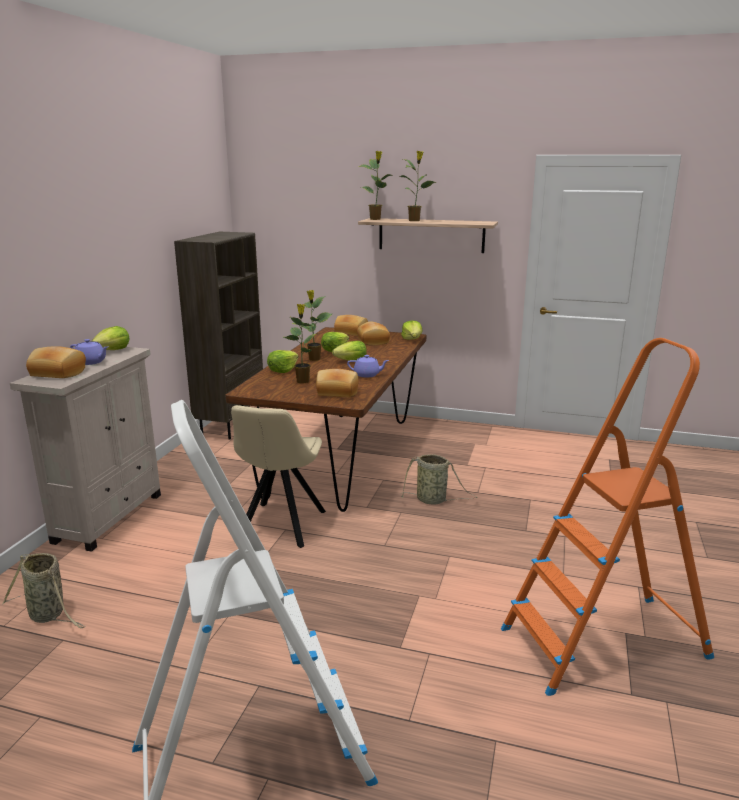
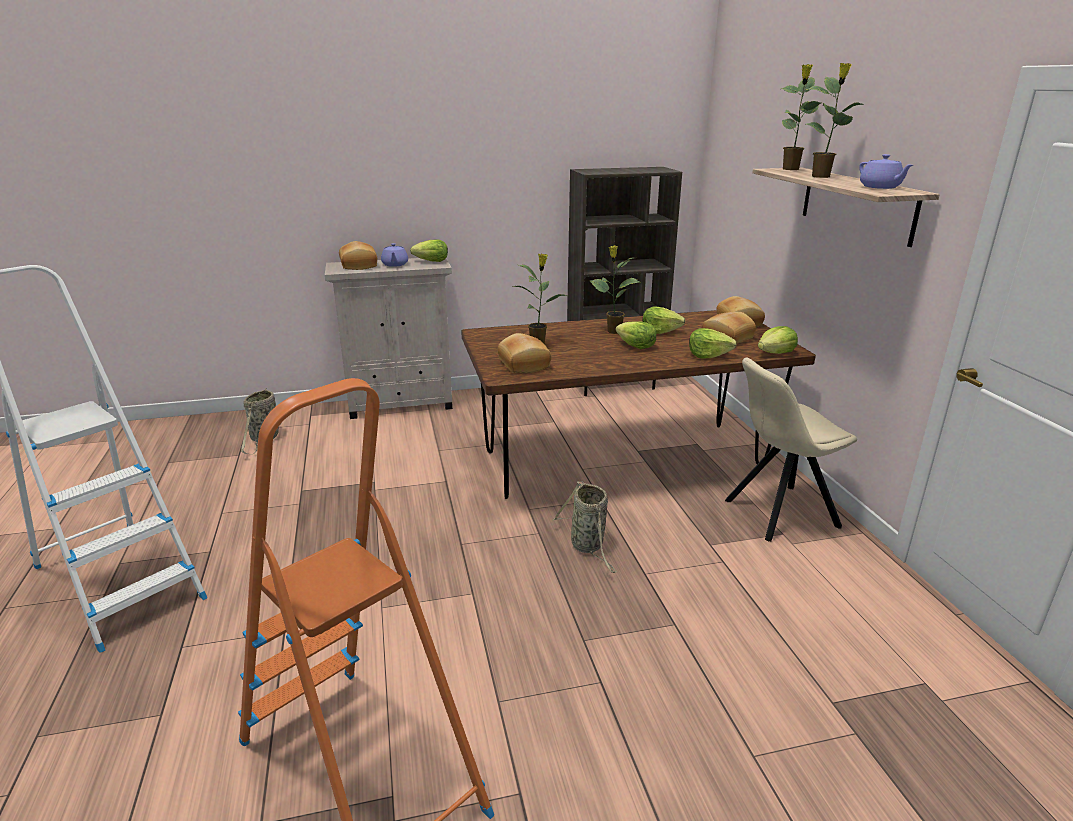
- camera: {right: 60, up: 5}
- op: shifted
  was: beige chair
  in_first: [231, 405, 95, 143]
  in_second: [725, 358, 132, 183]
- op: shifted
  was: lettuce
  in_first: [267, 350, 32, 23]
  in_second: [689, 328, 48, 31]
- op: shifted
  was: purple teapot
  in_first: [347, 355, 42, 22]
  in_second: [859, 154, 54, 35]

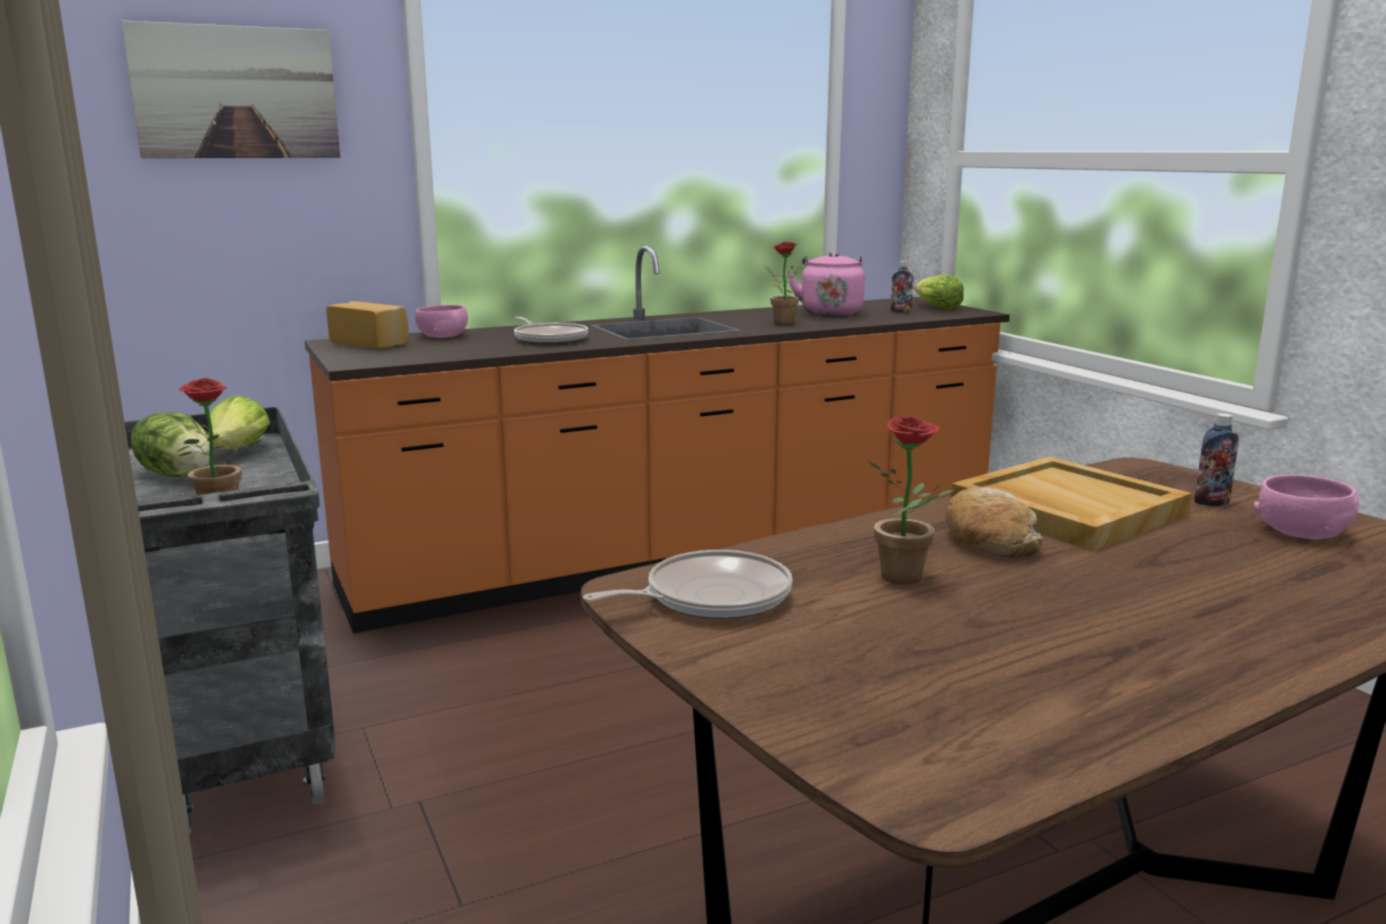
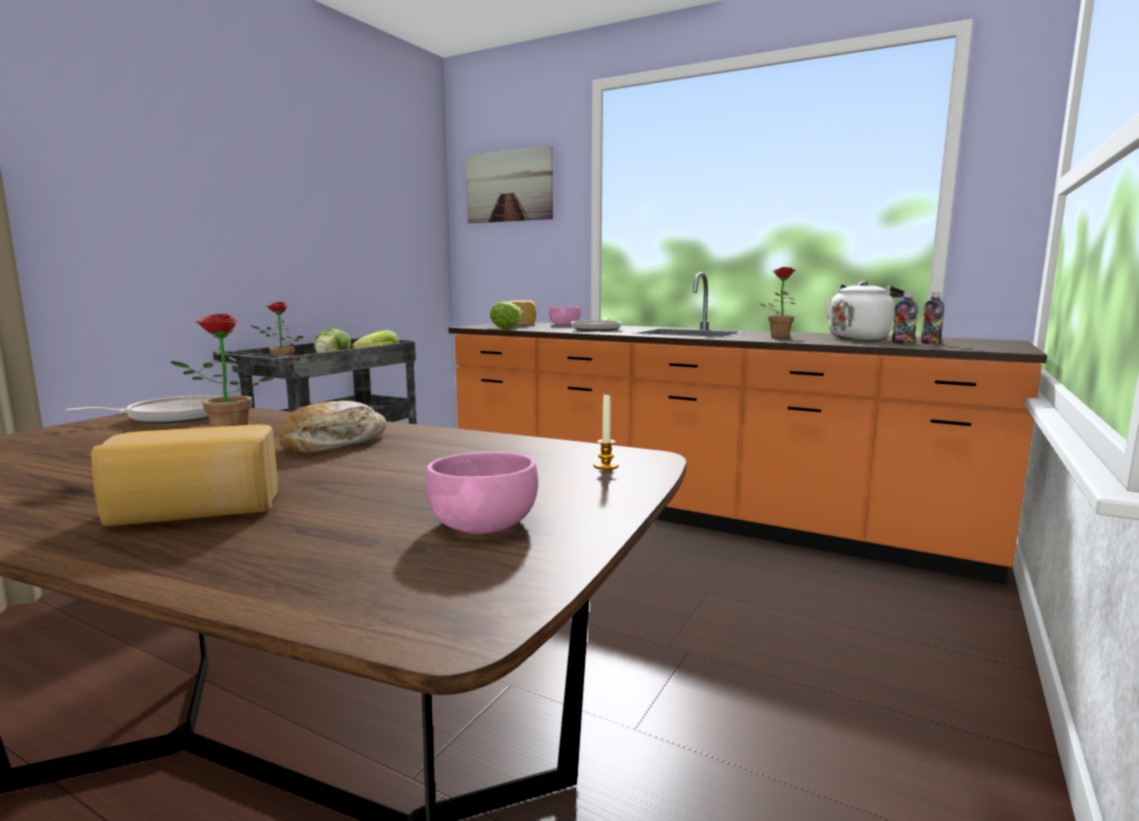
- camera: {right: 55, up: -5}
- op: gone
  was: beige tray
  in_first: [951, 456, 241, 95]
- op: new
  now: bread
  in_second: [91, 425, 187, 101]
- op: new
  now: candle
  in_second: [593, 394, 26, 76]
- op: shifted
  was: lettuce
  in_first: [914, 275, 50, 34]
  in_second: [490, 301, 34, 27]
- op: shifted
  was: bottle
  in_first: [1194, 413, 45, 93]
  in_second: [892, 292, 26, 52]
- op: repainted
  was: pink kettle
  now: white kettle
  in_first: [788, 251, 77, 65]
  in_second: [825, 281, 81, 59]
- op: rotated
  was: frying pan
  in_first: [583, 550, 210, 69]
  in_second: [66, 395, 156, 29]
  clockwise: -60

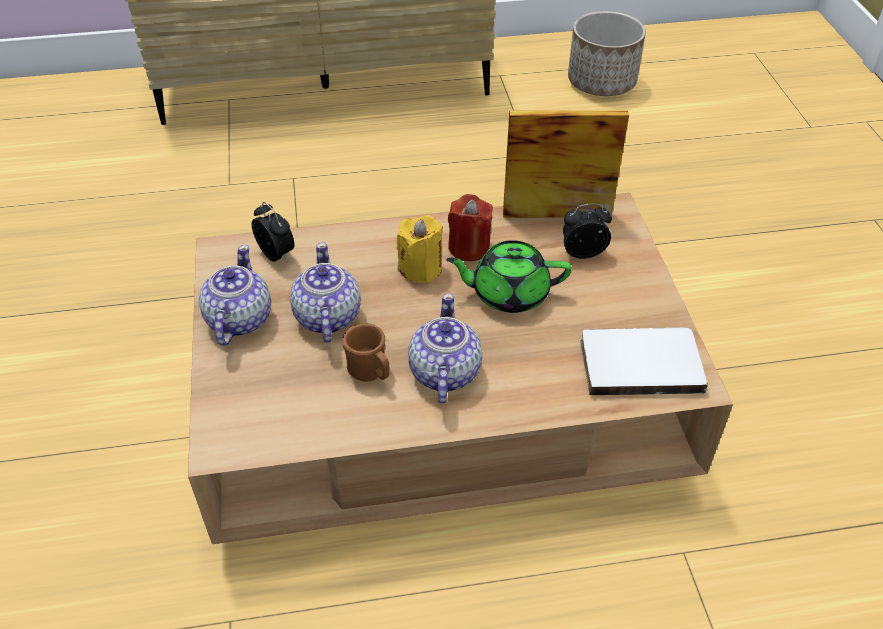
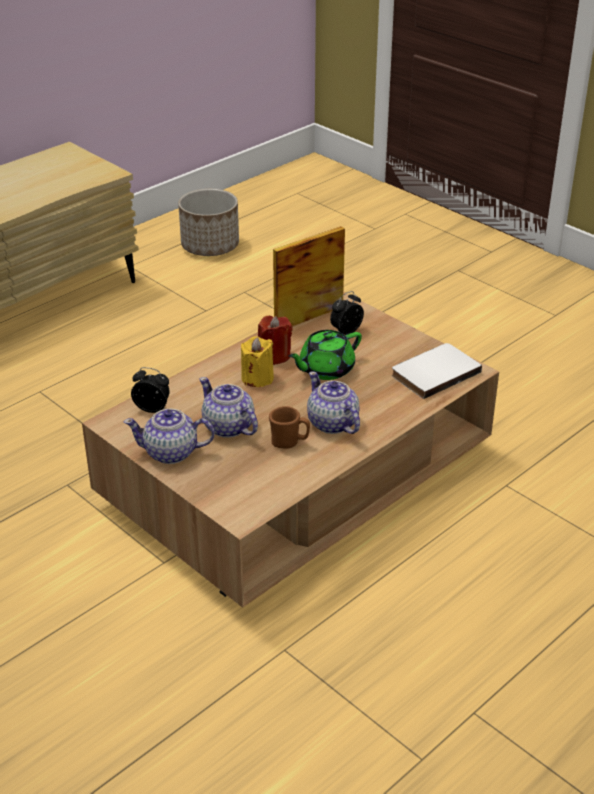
- camera: {right: -35, up: -10}
- op: rotated
  was: teapot
  in_first: [199, 245, 72, 101]
  in_second: [124, 409, 91, 55]
  clockwise: -60

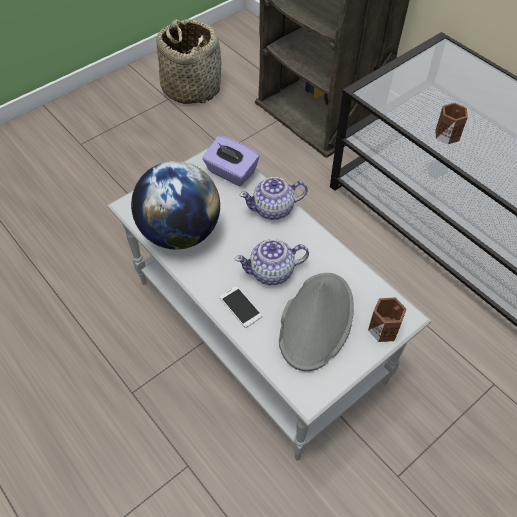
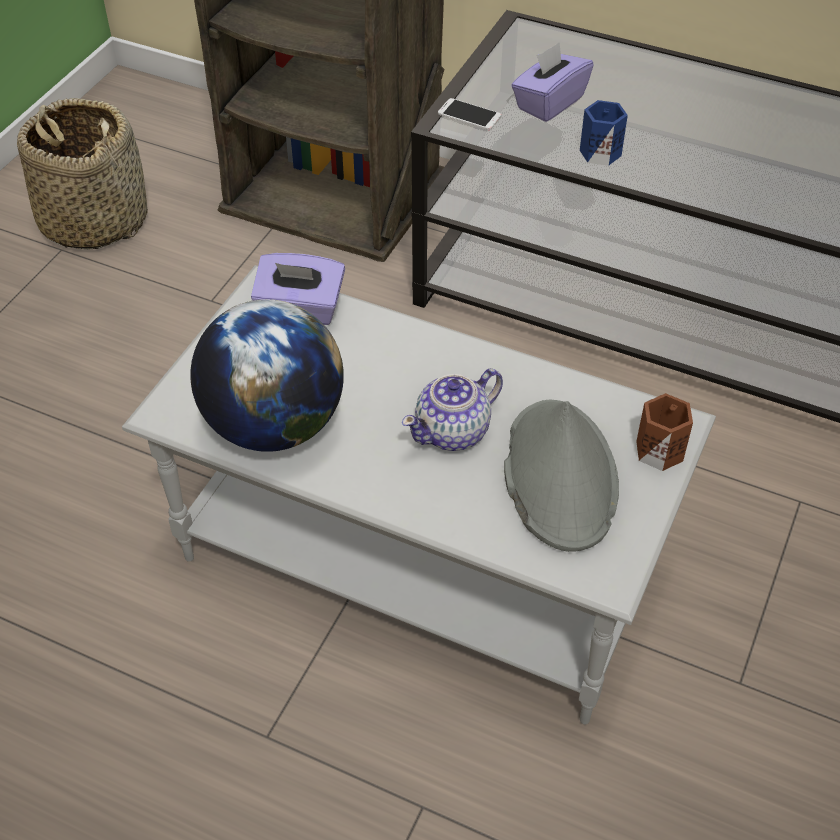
- camera: {right: -25, up: -5}
- op: gone
  was: teapot
  in_first: [239, 177, 69, 43]
- op: new
  now: purple tissue box
  in_second: [511, 42, 83, 80]
- op: shifted
  was: phone
  in_first: [220, 286, 42, 42]
  in_second: [438, 98, 64, 32]
- op: repainted
  was: brown mug
  now: blue mug
  in_first: [436, 103, 32, 41]
  in_second: [580, 100, 48, 66]

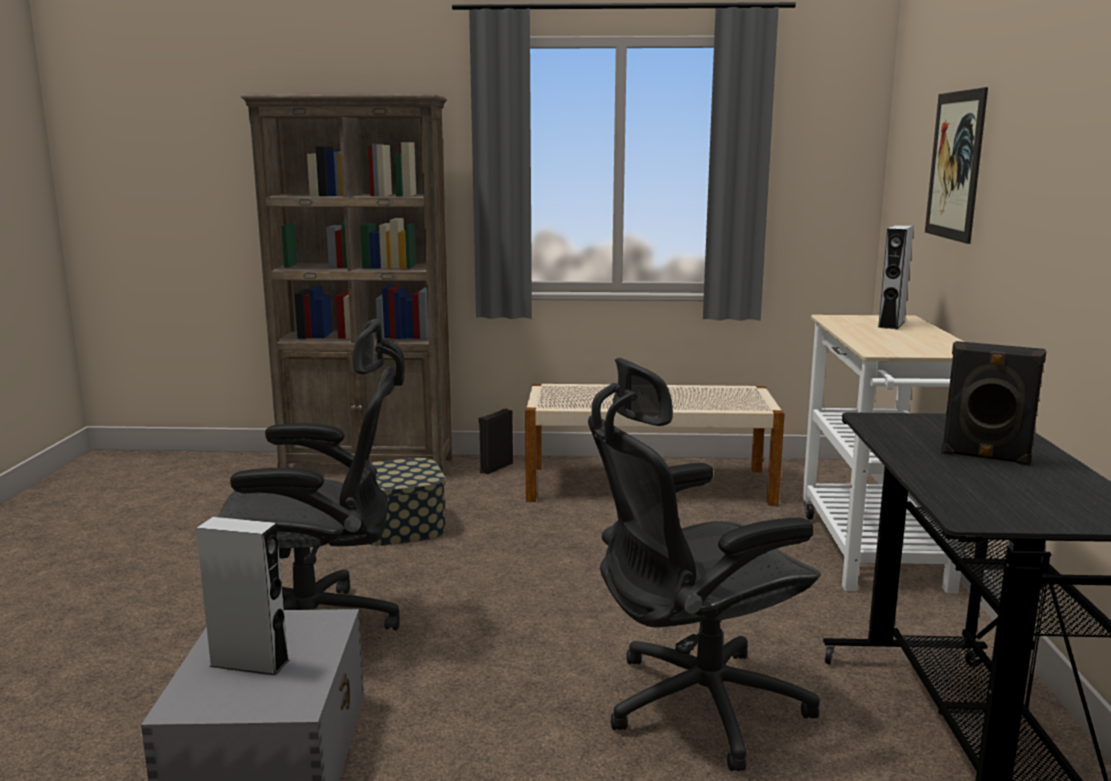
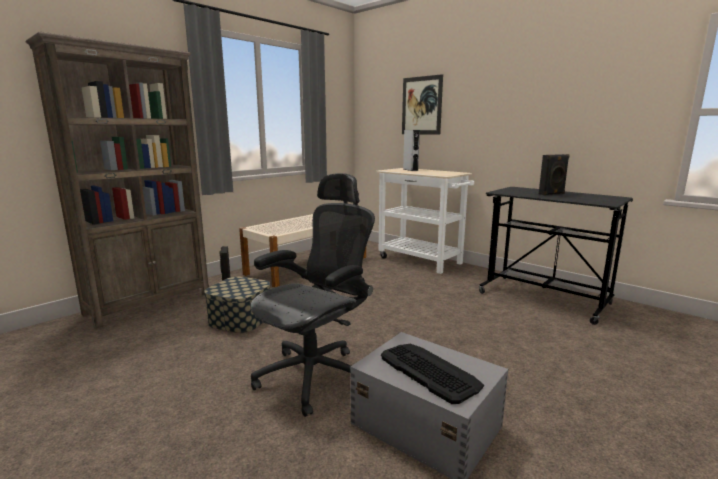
- camera: {right: -50, up: 0}
- op: gone
  was: office chair
  in_first: [588, 358, 233, 413]
- op: swapped
  was: grey speaker
  now: keyboard
  in_first: [196, 517, 93, 158]
  in_second: [381, 344, 103, 60]

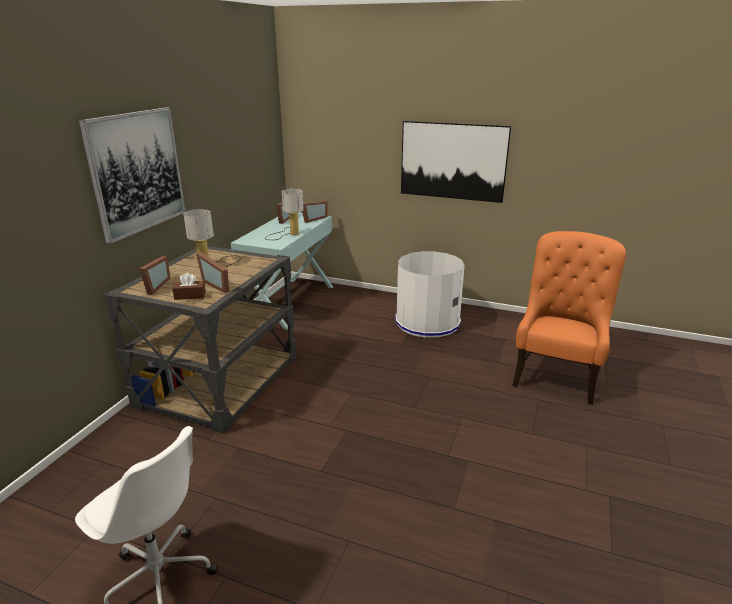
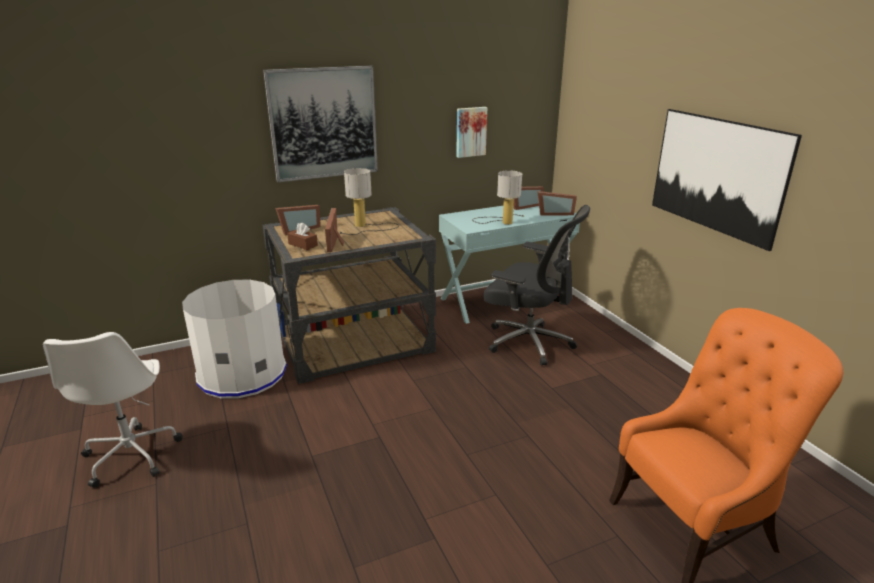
- camera: {right: 45, up: 0}
- op: new
  now: picture
  in_second: [456, 107, 31, 51]
- op: new
  now: office chair
  in_second: [484, 205, 106, 161]
- op: shifted
  was: white trash can
  in_first: [395, 251, 70, 87]
  in_second: [182, 280, 105, 119]

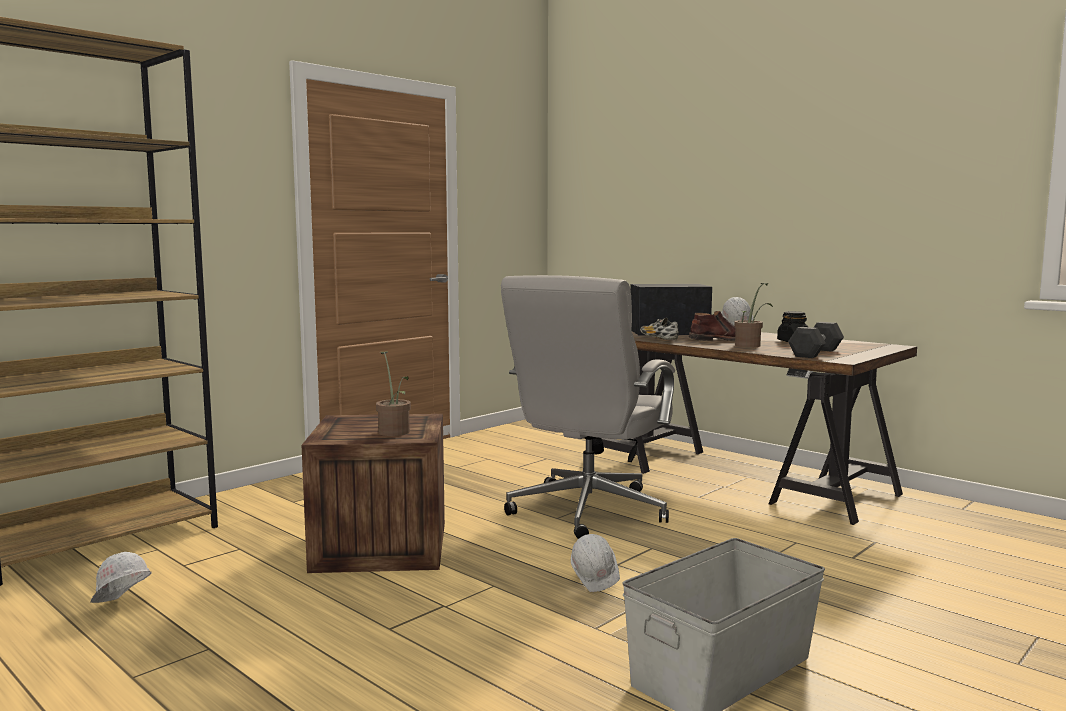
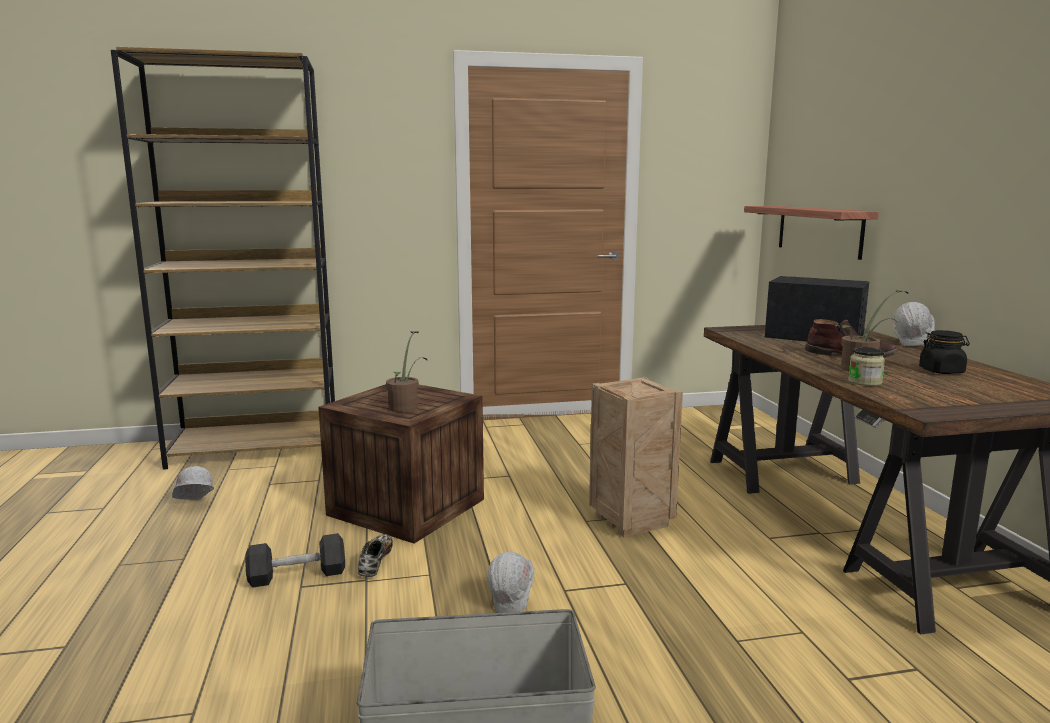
- camera: {right: 35, up: 5}
- op: new
  now: shelf
  in_second: [744, 206, 135, 54]
- op: new
  now: jar
  in_second: [848, 347, 37, 39]
- op: shifted
  was: shoe
  in_first: [640, 318, 39, 22]
  in_second: [358, 534, 35, 43]
- op: shifted
  was: black dumbbell
  in_first: [788, 322, 56, 36]
  in_second: [245, 533, 100, 55]
- op: swapped
  was: grey office chair
  now: crate
  in_first: [501, 275, 174, 264]
  in_second: [589, 377, 94, 160]

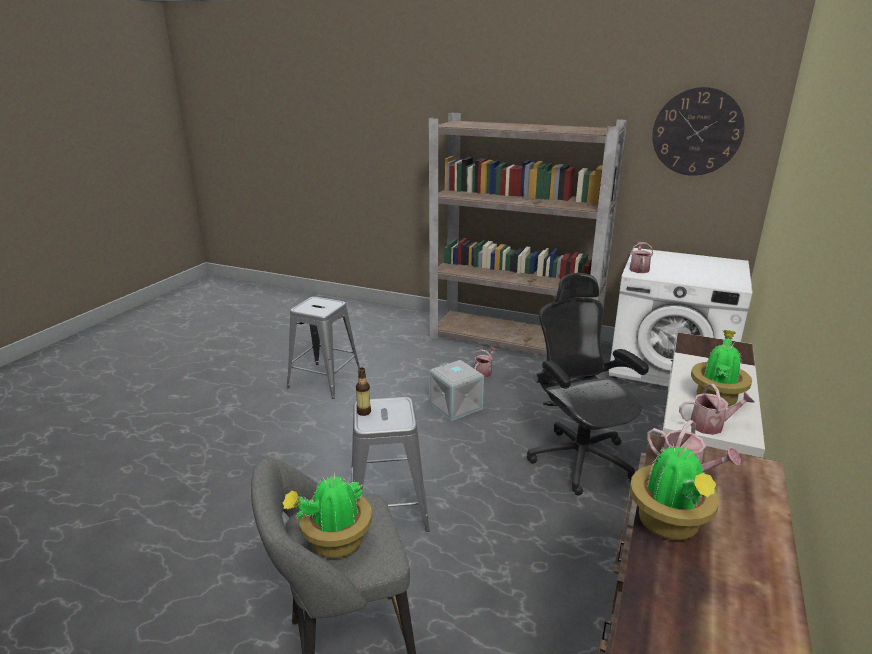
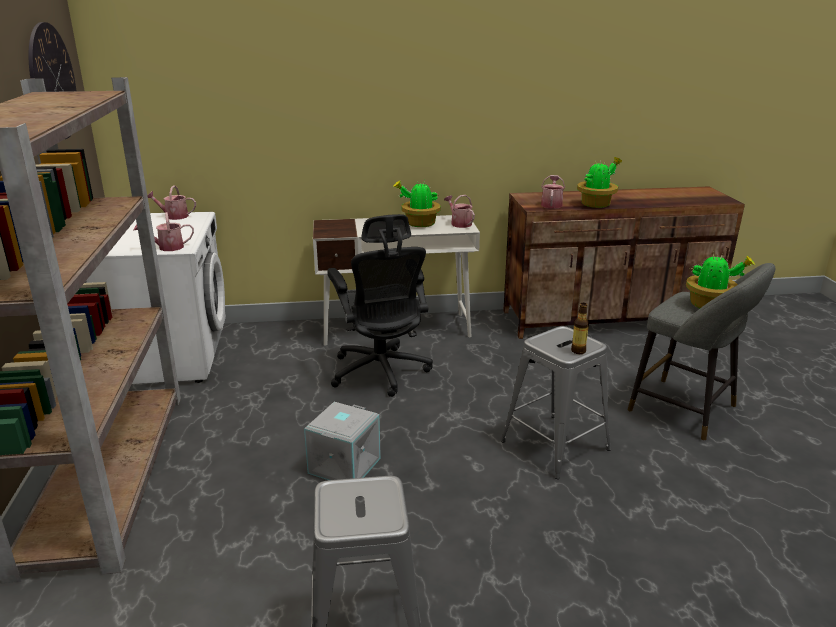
- camera: {right: -120, up: 0}
- op: shifted
  was: watering can
  in_first: [474, 347, 23, 31]
  in_second: [147, 185, 49, 35]
- op: rotated
  was: office chair
  in_first: [527, 273, 122, 222]
  in_second: [327, 214, 106, 183]
  clockwise: -60

